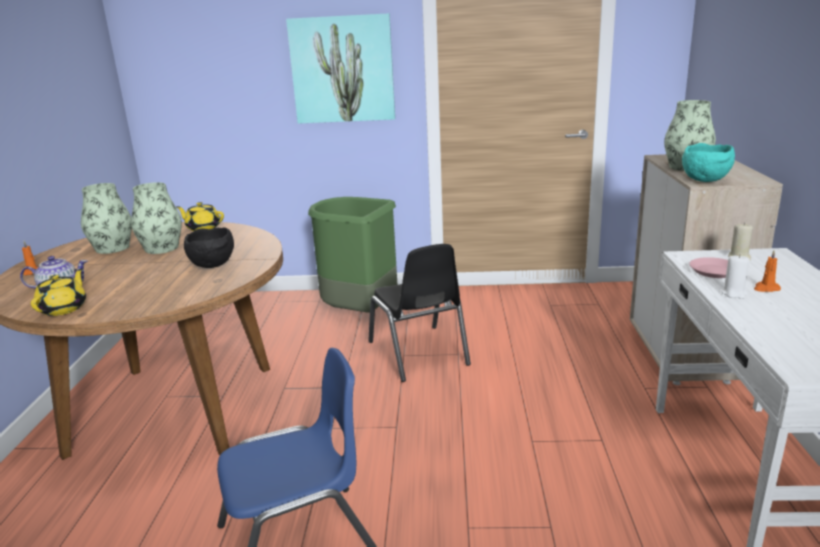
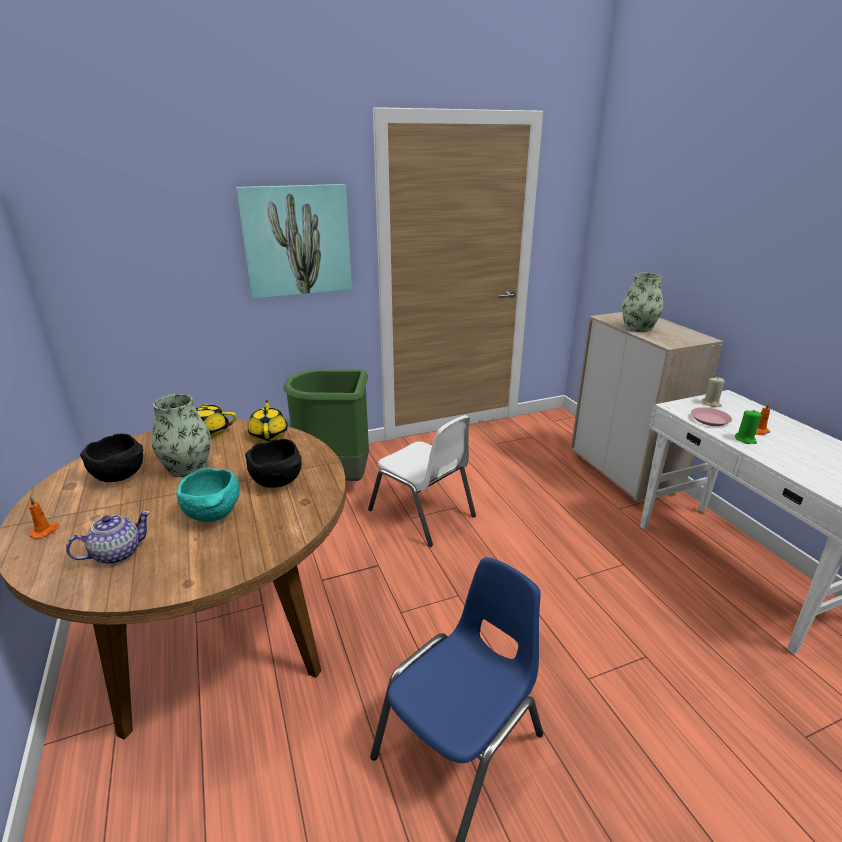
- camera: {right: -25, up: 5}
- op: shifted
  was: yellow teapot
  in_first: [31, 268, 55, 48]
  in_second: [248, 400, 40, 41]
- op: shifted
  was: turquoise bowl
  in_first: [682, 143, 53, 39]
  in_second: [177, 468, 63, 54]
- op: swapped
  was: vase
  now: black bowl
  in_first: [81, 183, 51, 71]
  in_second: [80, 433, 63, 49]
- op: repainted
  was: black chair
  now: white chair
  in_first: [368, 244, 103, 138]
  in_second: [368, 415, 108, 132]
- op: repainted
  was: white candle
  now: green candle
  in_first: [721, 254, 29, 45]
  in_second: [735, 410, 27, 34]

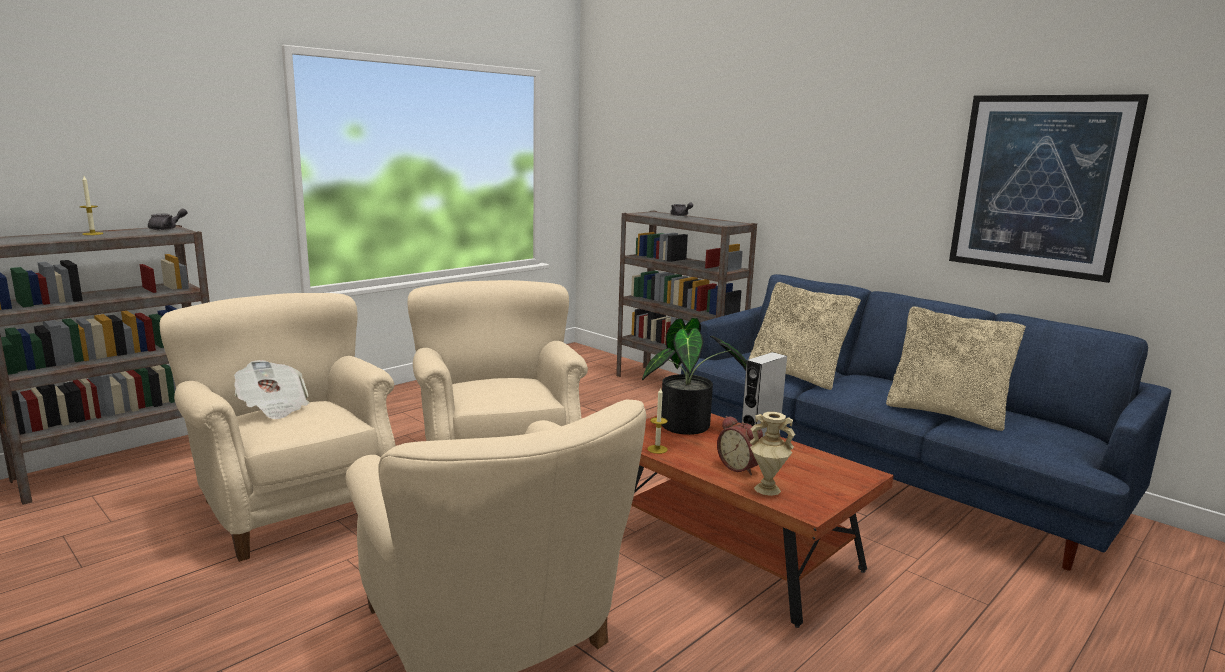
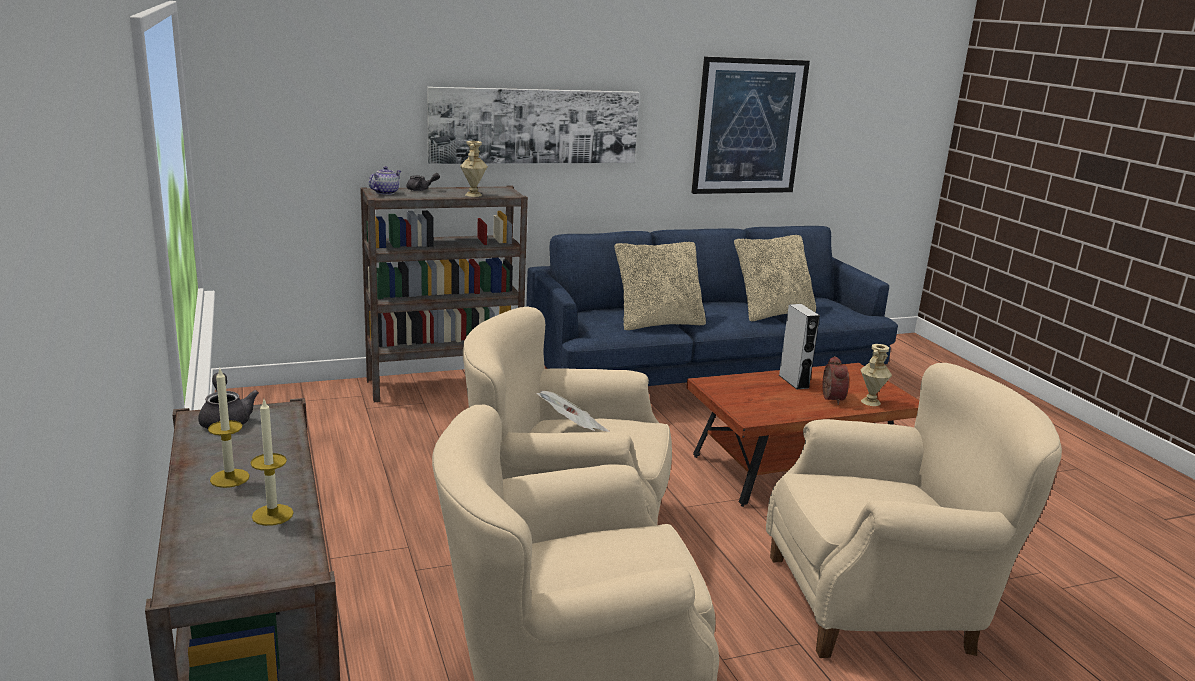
- camera: {right: -65, up: 5}
- op: gone
  was: potted plant
  in_first: [642, 318, 105, 117]
- op: new
  now: teapot
  in_second: [369, 166, 32, 29]
- op: new
  now: picture
  in_second: [427, 87, 212, 77]
- op: new
  now: beige vase
  in_second: [460, 141, 28, 56]
- op: shifted
  was: newspaper
  in_first: [234, 360, 75, 60]
  in_second: [536, 391, 74, 41]
- op: shifted
  was: candle
  in_first: [648, 387, 20, 67]
  in_second: [250, 400, 44, 126]
- op: rotated
  was: alarm clock
  in_first: [717, 416, 46, 59]
  in_second: [823, 356, 26, 49]
  clockwise: -75

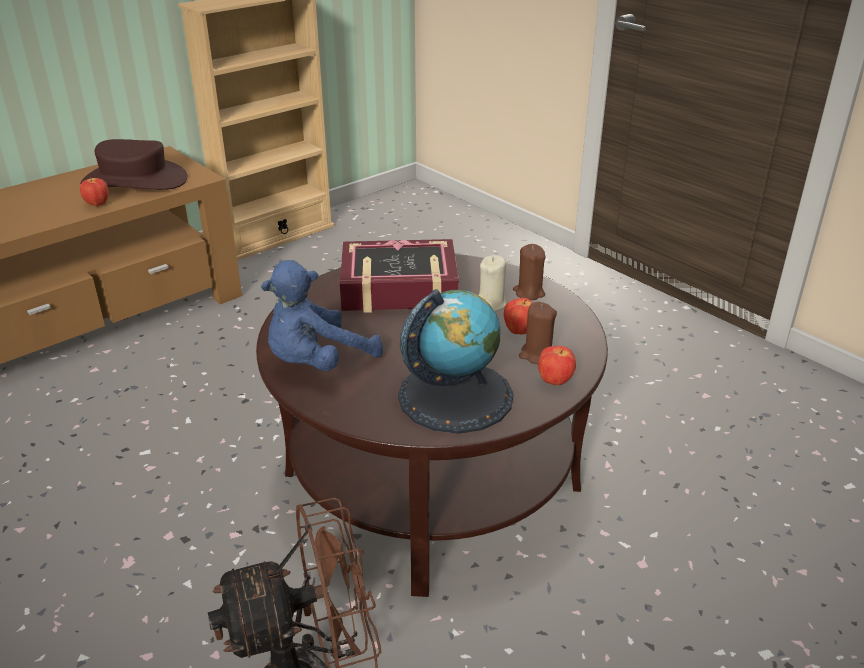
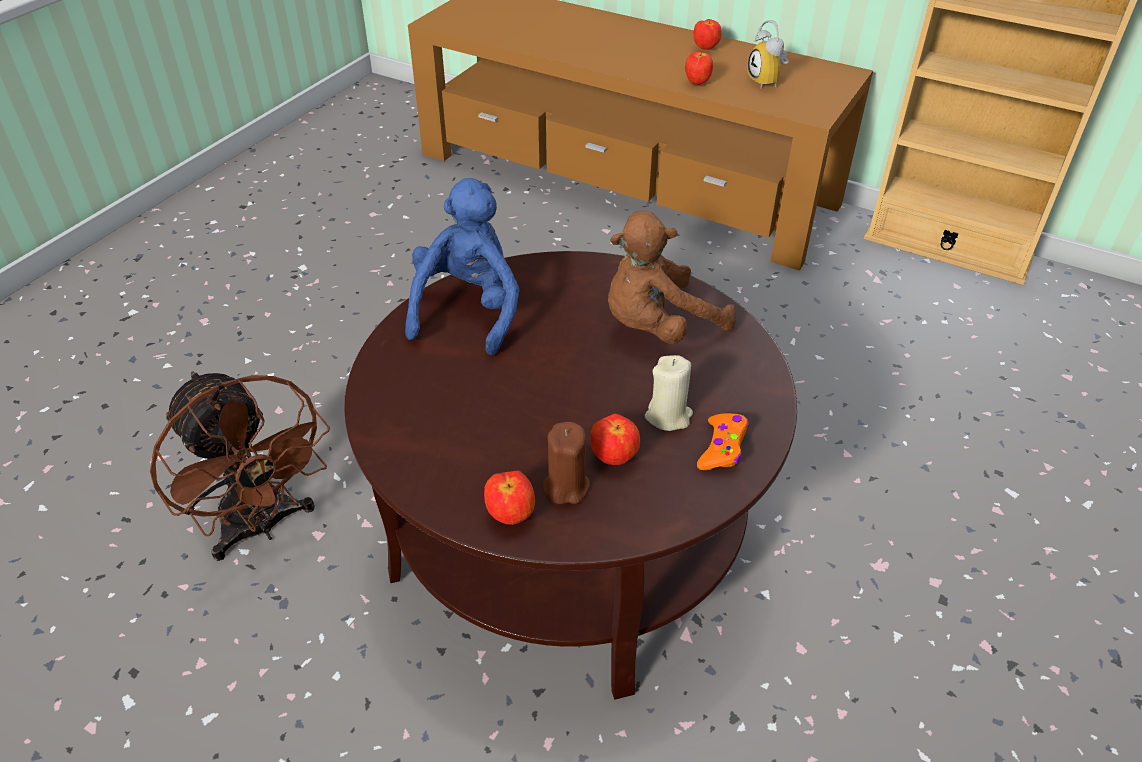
- camera: {right: 70, up: 10}
- op: gone
  was: globe
  in_first: [398, 289, 116, 145]
- op: new
  now: apple
  in_second: [693, 19, 29, 31]
- op: swapped
  was: brown hat
  now: alarm clock
  in_first: [80, 139, 108, 51]
  in_second: [748, 20, 40, 68]
- op: swapped
  was: book
  now: brown plush toy
  in_first: [340, 239, 119, 74]
  in_second: [608, 211, 128, 133]
- op: swapped
  was: brown candle
  now: orange game controller
  in_first: [513, 244, 32, 56]
  in_second: [697, 413, 52, 57]
- op: rotated
  was: blue plush toy
  in_first: [261, 260, 122, 111]
  in_second: [405, 178, 115, 178]
  clockwise: 75

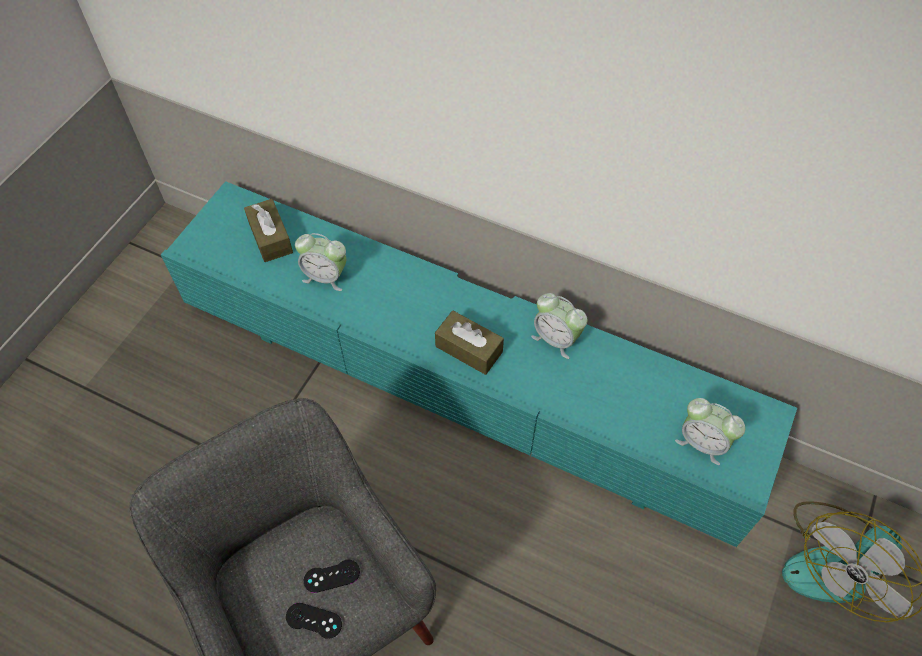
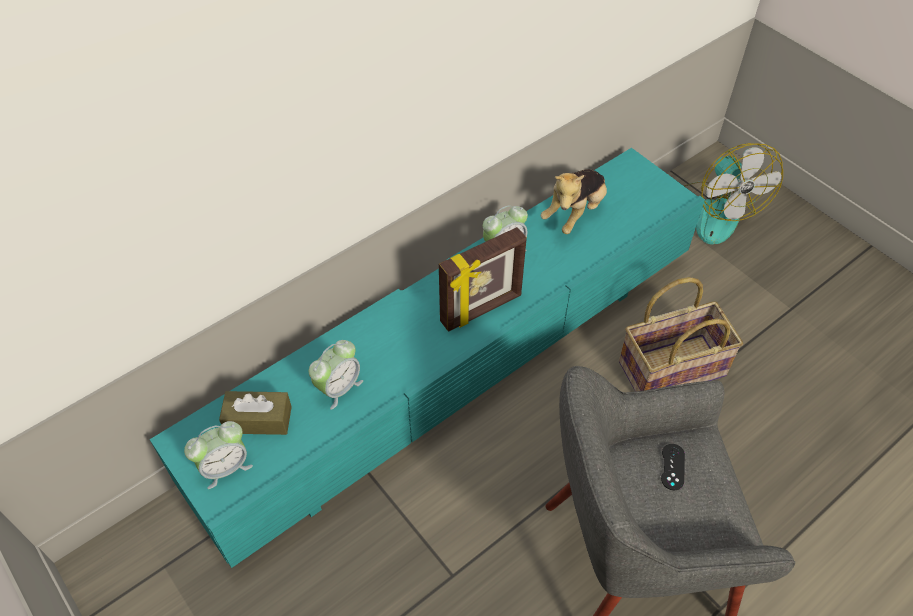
- camera: {right: -65, up: -5}
- op: gone
  was: black game controller
  in_first: [286, 603, 56, 36]
- op: new
  now: plush toy
  in_second: [541, 169, 66, 65]
- op: new
  now: basket
  in_second: [619, 277, 124, 115]
- op: shifted
  was: alarm clock
  in_first: [675, 398, 70, 67]
  in_second: [184, 421, 69, 68]
- op: swapped
  was: brown tissue box
  now: picture frame
  in_first: [435, 311, 69, 64]
  in_second: [439, 227, 88, 105]

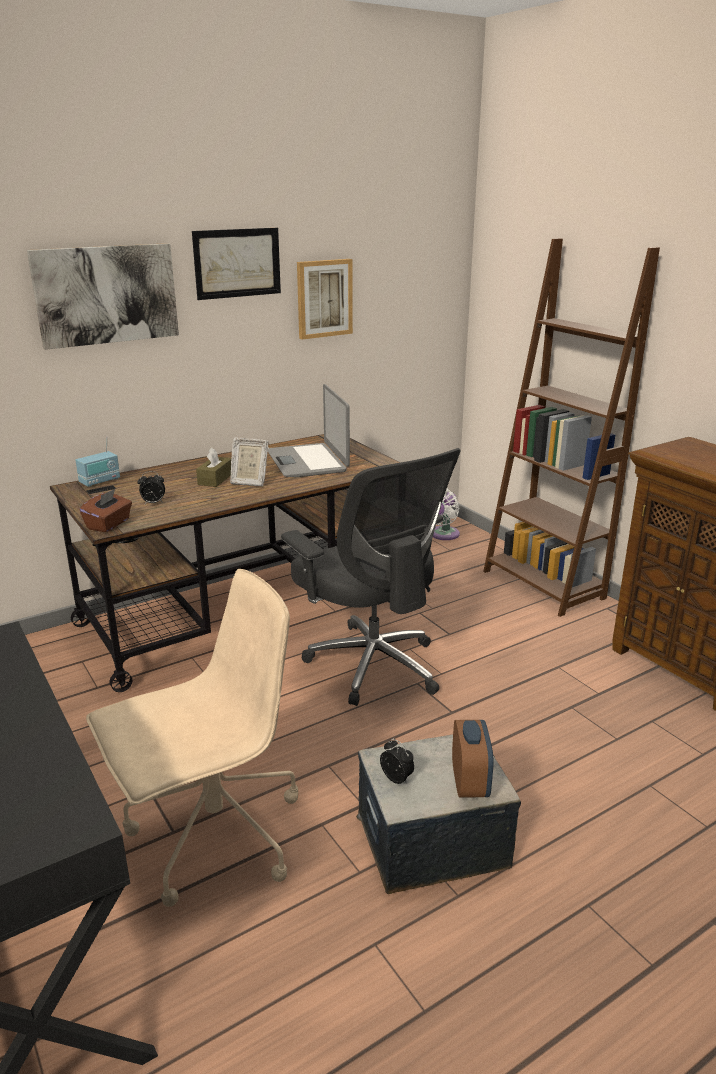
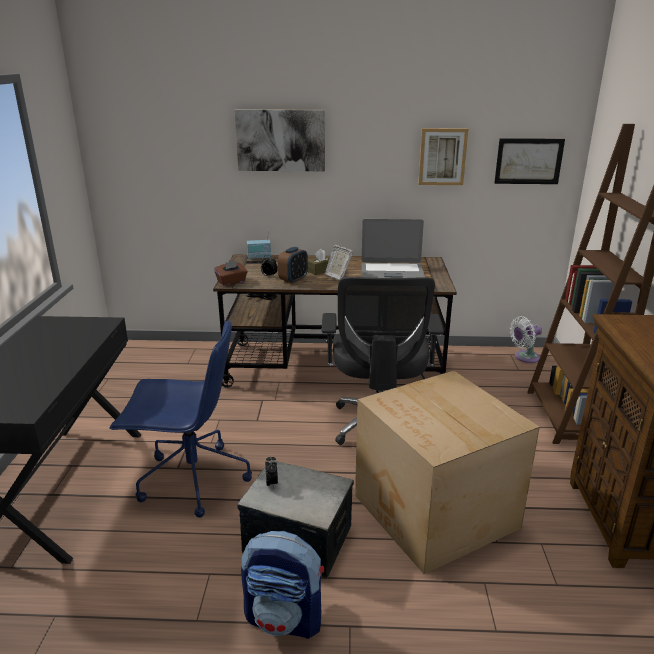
- camera: {right: 35, up: 0}
- op: new
  now: backpack
  in_second: [241, 531, 83, 108]
- op: new
  now: cardboard box
  in_second: [355, 370, 185, 204]
- op: shifted
  was: picture
  in_first: [192, 228, 89, 72]
  in_second: [494, 138, 71, 46]
- op: shifted
  was: alarm clock
  in_first: [452, 720, 41, 78]
  in_second: [278, 247, 30, 37]
- op: repainted
  was: beige office chair
  now: blue office chair
  in_first: [86, 569, 212, 338]
  in_second: [110, 320, 142, 198]
- op: rotated
  was: laptop
  in_first: [268, 384, 82, 93]
  in_second: [362, 219, 63, 59]
  clockwise: -105

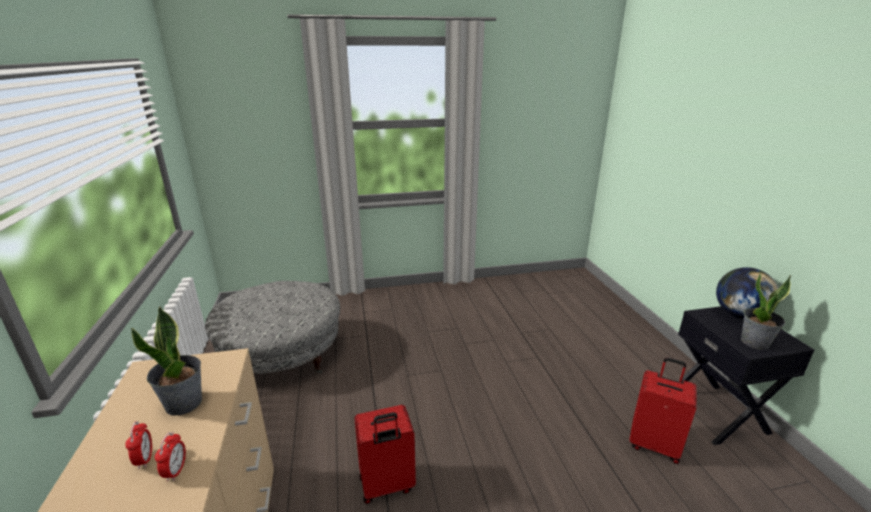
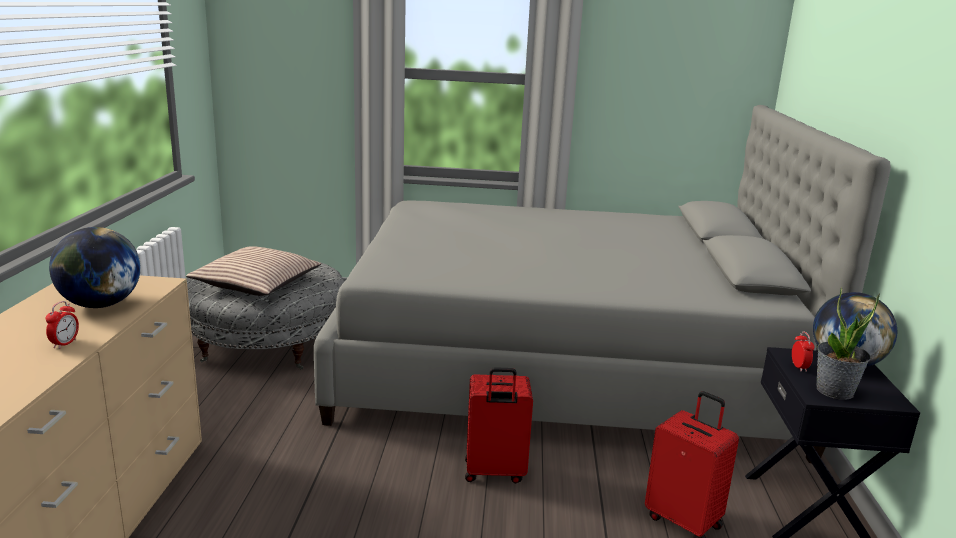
- camera: {right: 15, up: -5}
- op: new
  now: pillow
  in_second: [186, 246, 135, 50]
- op: new
  now: grey bed
  in_second: [314, 105, 577, 358]
- op: shifted
  was: alarm clock
  in_first: [125, 421, 27, 48]
  in_second: [792, 331, 22, 41]
- op: shifted
  was: red suitcase
  in_first: [354, 405, 62, 99]
  in_second: [465, 367, 68, 116]
- op: swapped
  was: potted plant
  now: globe
  in_first: [131, 306, 71, 109]
  in_second: [49, 227, 92, 81]

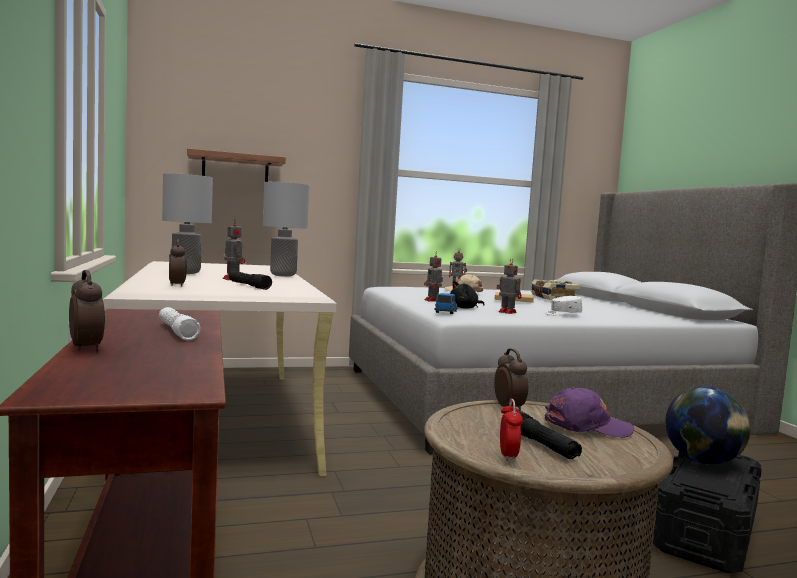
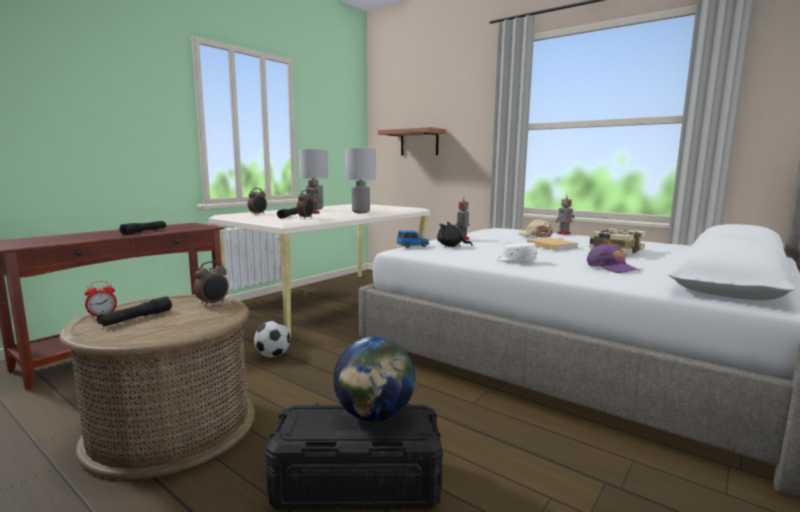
- camera: {right: 55, up: 5}
- op: gone
  was: toy robot
  in_first: [497, 258, 25, 56]
- op: new
  now: football
  in_second: [254, 321, 36, 37]
- op: shifted
  was: alarm clock
  in_first: [69, 270, 36, 81]
  in_second: [297, 190, 17, 29]
- op: shifted
  was: purple cap
  in_first: [545, 387, 89, 51]
  in_second: [587, 243, 52, 30]
- op: repainted
  was: white flashlight
  now: black flashlight
  in_first: [159, 307, 42, 34]
  in_second: [119, 221, 47, 14]

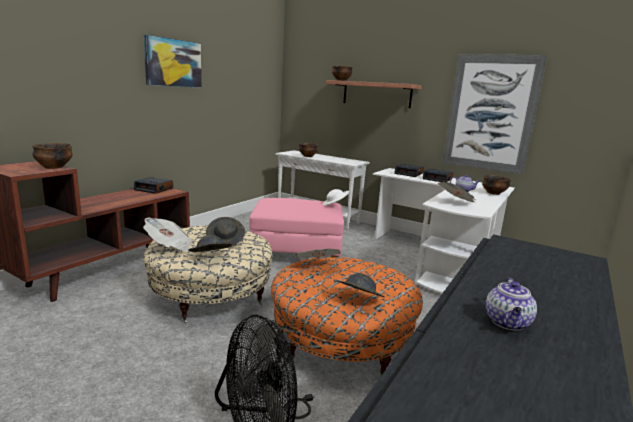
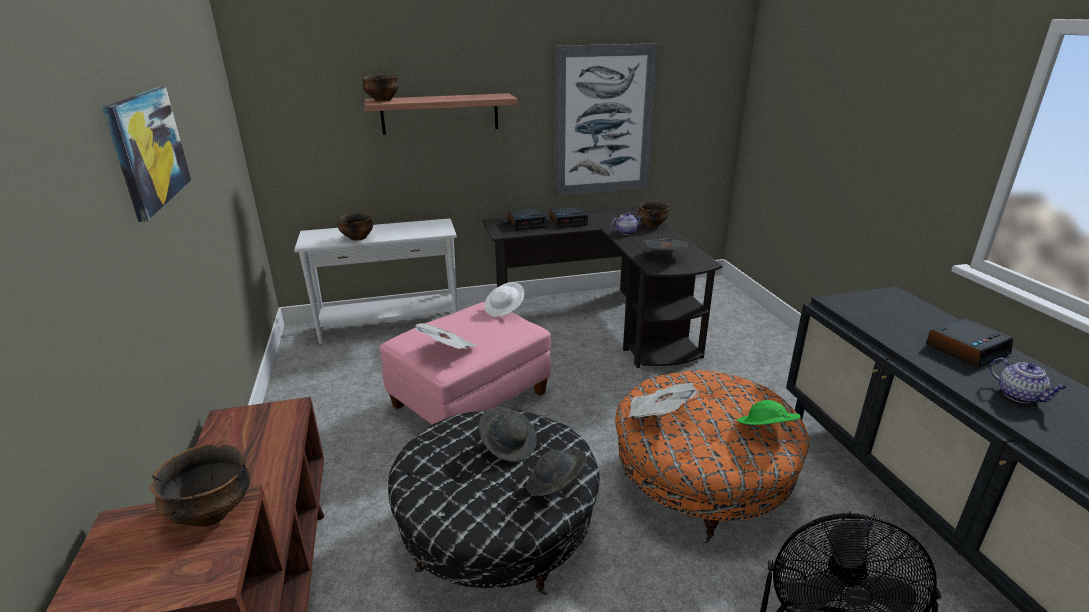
- camera: {right: -45, up: 10}
- op: shifted
  was: alarm clock
  in_first: [134, 177, 39, 17]
  in_second: [926, 318, 87, 49]
- op: shifted
  was: newspaper
  in_first: [143, 218, 50, 34]
  in_second: [414, 323, 63, 26]
- op: repainted
  was: beige ottoman
  now: black ottoman
  in_first: [143, 226, 130, 97]
  in_second: [388, 409, 211, 186]
- op: repainted
  was: grey hat
  now: green hat
  in_first: [336, 273, 48, 24]
  in_second: [737, 400, 64, 25]
- op: repainted
  was: white desk
  now: black desk
  in_first: [373, 168, 142, 125]
  in_second: [482, 207, 240, 161]

